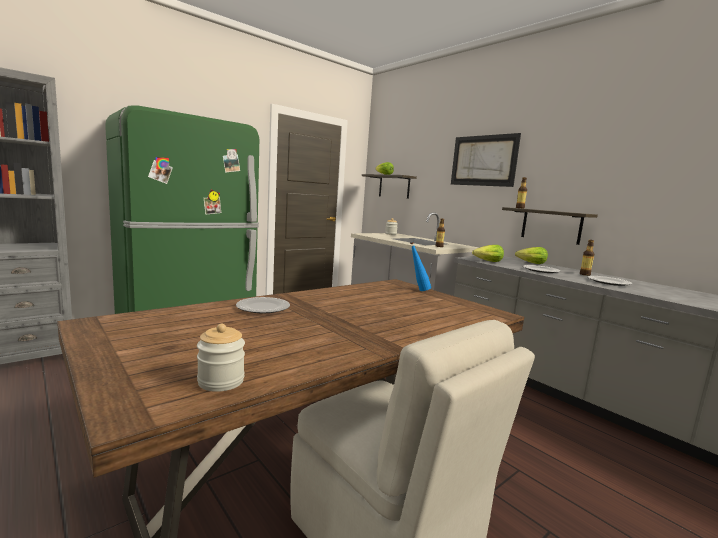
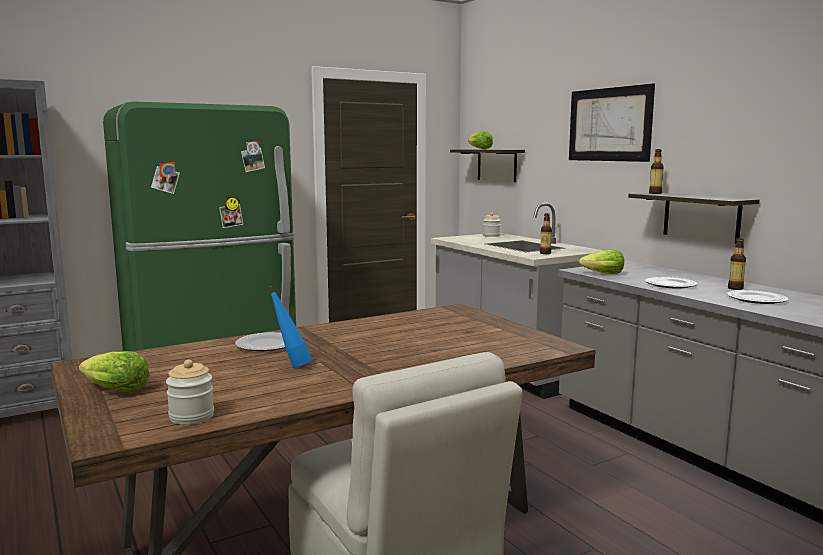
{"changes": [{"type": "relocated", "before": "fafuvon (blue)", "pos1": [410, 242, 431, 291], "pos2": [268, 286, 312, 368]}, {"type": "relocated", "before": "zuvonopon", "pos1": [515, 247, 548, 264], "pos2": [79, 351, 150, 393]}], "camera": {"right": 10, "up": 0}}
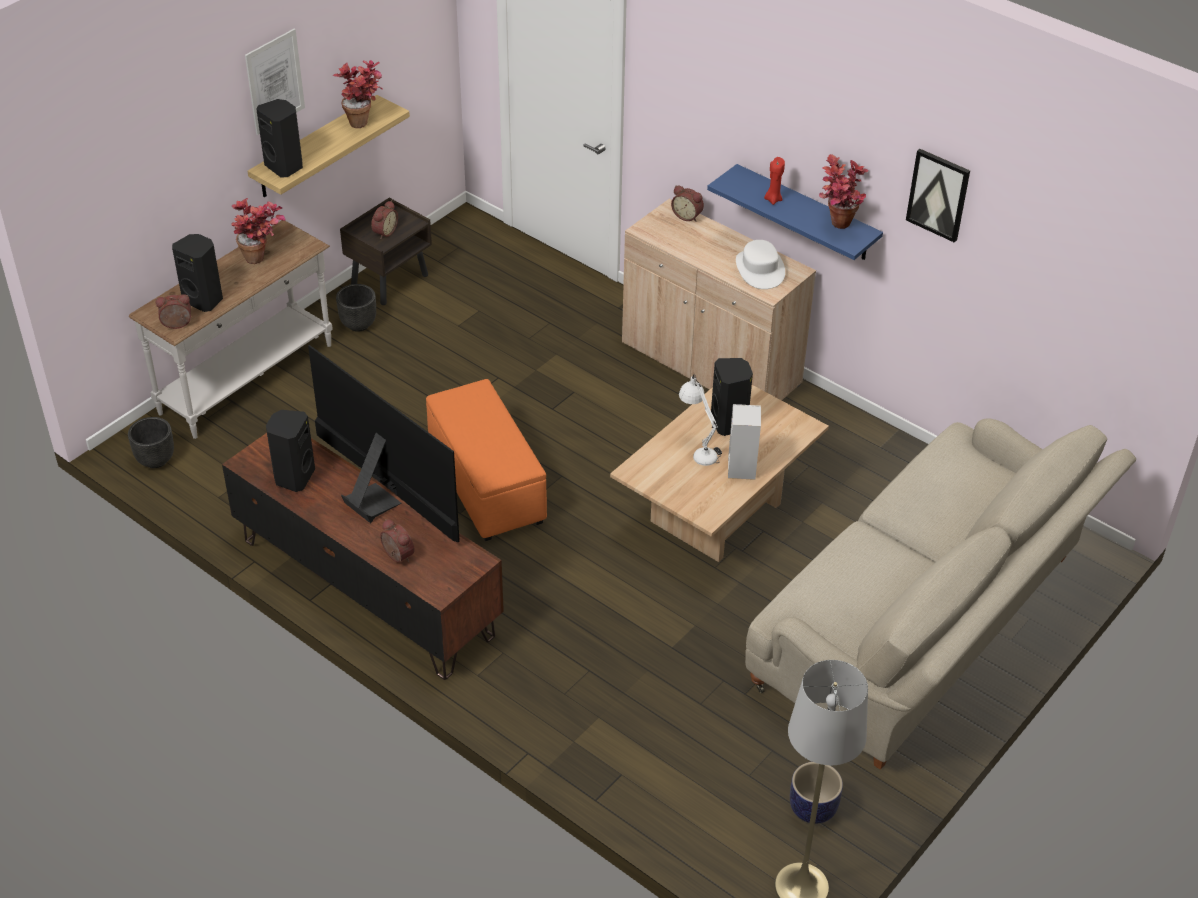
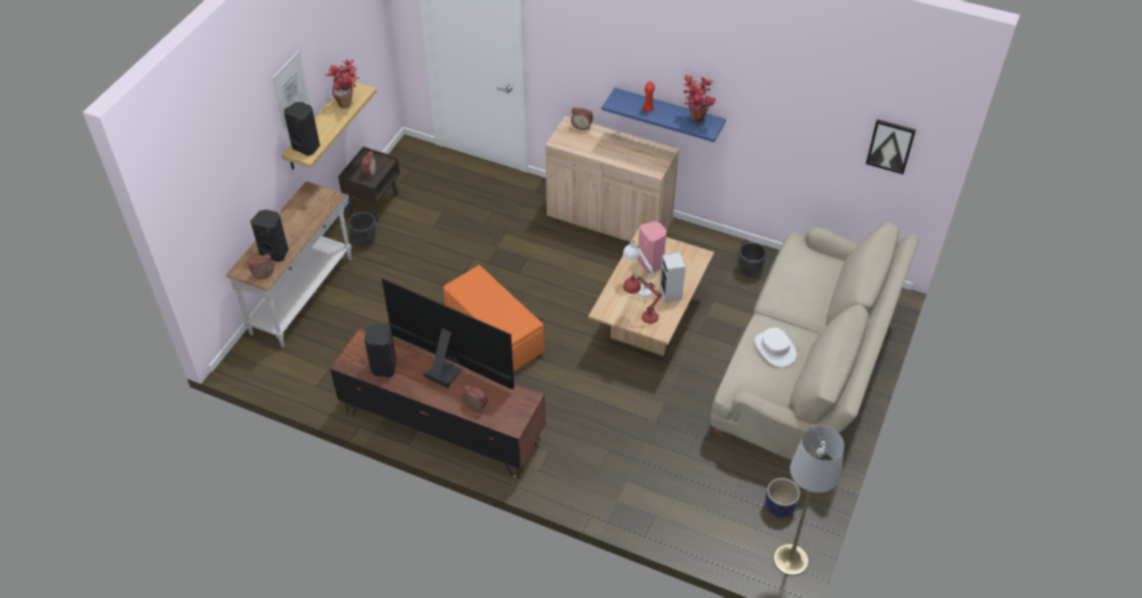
{"changes": [{"type": "missing", "before": "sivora", "pos1": [231, 198, 285, 264]}, {"type": "appeared", "after": "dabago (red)", "pos2": [623, 273, 662, 324]}, {"type": "relocated", "before": "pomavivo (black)", "pos1": [128, 417, 174, 468], "pos2": [738, 242, 767, 275]}, {"type": "relocated", "before": "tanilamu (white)", "pos1": [736, 240, 785, 289], "pos2": [755, 327, 796, 367]}, {"type": "relocated", "before": "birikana", "pos1": [906, 149, 970, 243], "pos2": [866, 119, 916, 174]}, {"type": "colour", "before": "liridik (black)", "after": "liridik (pink)", "pos1": [711, 358, 753, 436], "pos2": [638, 221, 667, 273]}], "camera": {"right": -15, "up": 5}}
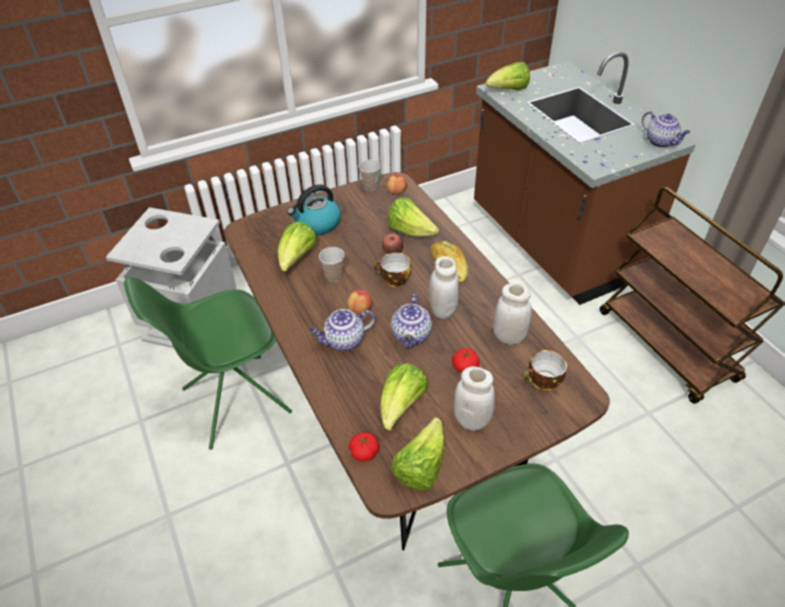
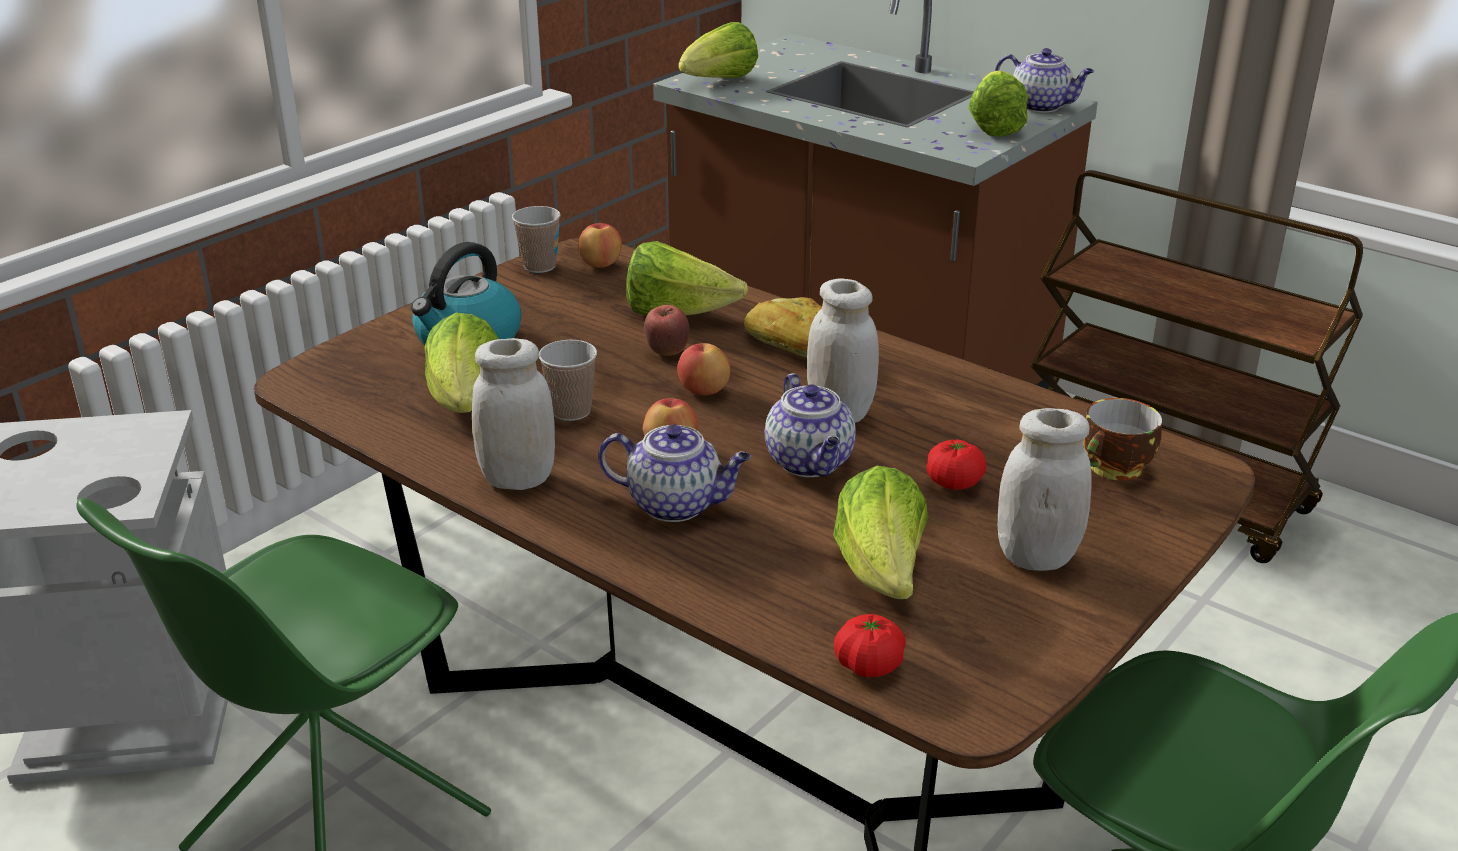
{"changes": [{"type": "relocated", "before": "zuvonopon", "pos1": [391, 417, 445, 490], "pos2": [968, 70, 1028, 137]}, {"type": "relocated", "before": "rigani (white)", "pos1": [493, 283, 532, 345], "pos2": [472, 338, 555, 490]}, {"type": "exchanged", "before": "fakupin", "after": "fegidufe", "pos1": [374, 252, 411, 288], "pos2": [677, 342, 730, 395]}, {"type": "spun", "before": "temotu", "pos1": [310, 309, 375, 351], "pos2": [598, 424, 751, 522], "turn": -120}], "camera": {"right": -25, "up": -15}}
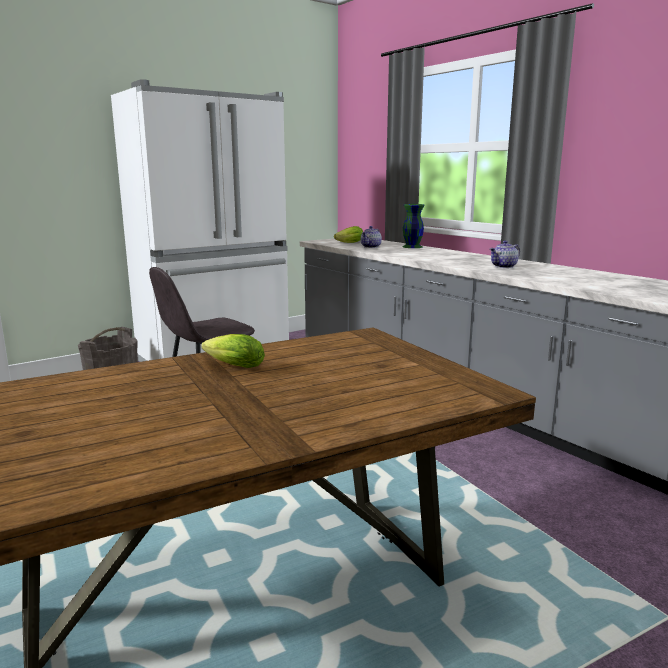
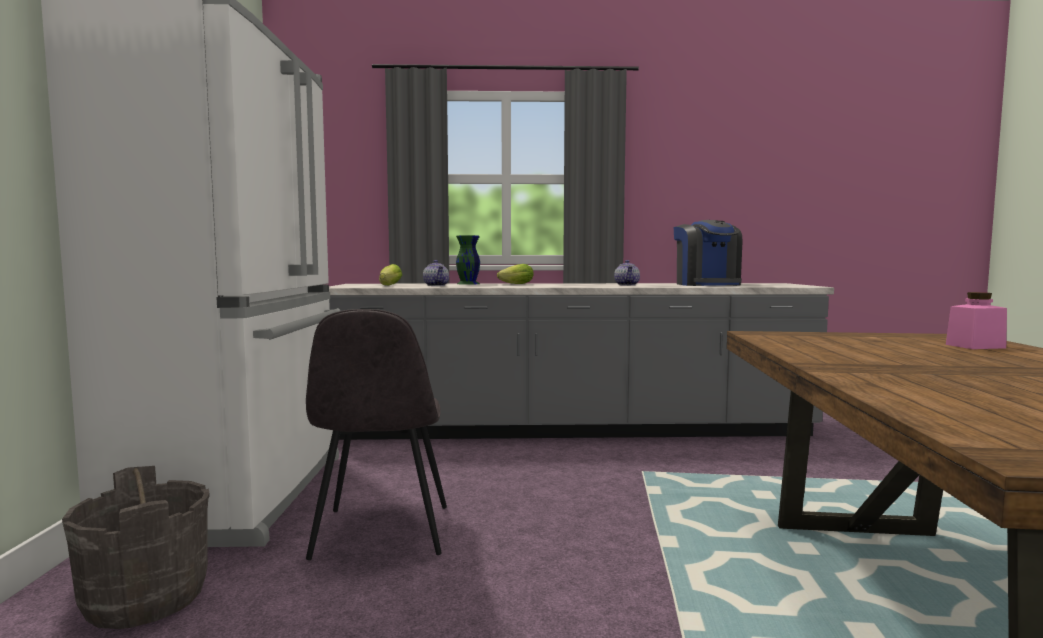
{"changes": [{"type": "appeared", "after": "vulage", "pos2": [674, 220, 742, 286]}, {"type": "appeared", "after": "rigani (pink)", "pos2": [946, 292, 1007, 349]}, {"type": "relocated", "before": "zuvonopon", "pos1": [201, 334, 265, 368], "pos2": [497, 264, 533, 284]}], "camera": {"right": -55, "up": -10}}
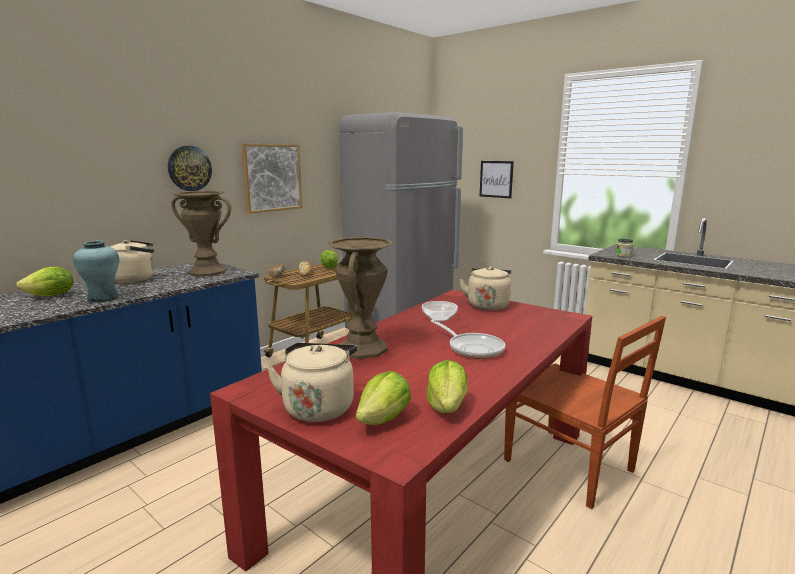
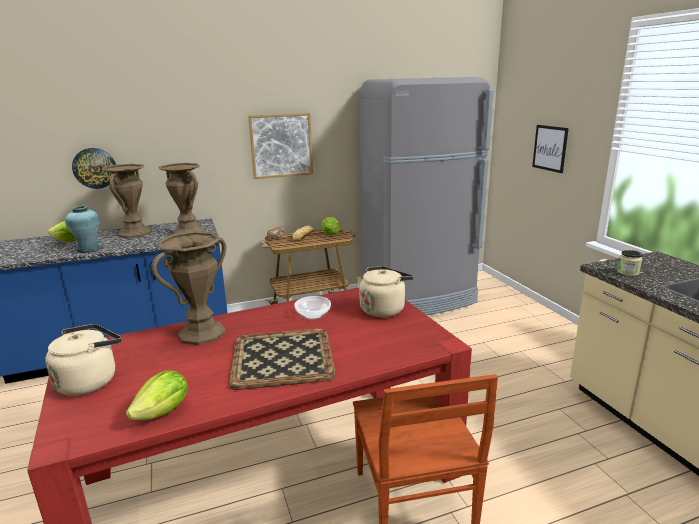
{"changes": [{"type": "missing", "before": "zuvonopon", "pos1": [356, 371, 411, 425]}, {"type": "relocated", "before": "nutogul", "pos1": [168, 146, 212, 191], "pos2": [72, 148, 116, 189]}, {"type": "exchanged", "before": "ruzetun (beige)", "after": "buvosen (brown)", "pos1": [110, 240, 154, 283], "pos2": [102, 164, 151, 238]}, {"type": "exchanged", "before": "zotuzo", "after": "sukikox", "pos1": [431, 320, 505, 359], "pos2": [229, 329, 336, 390]}], "camera": {"right": 30, "up": 5}}
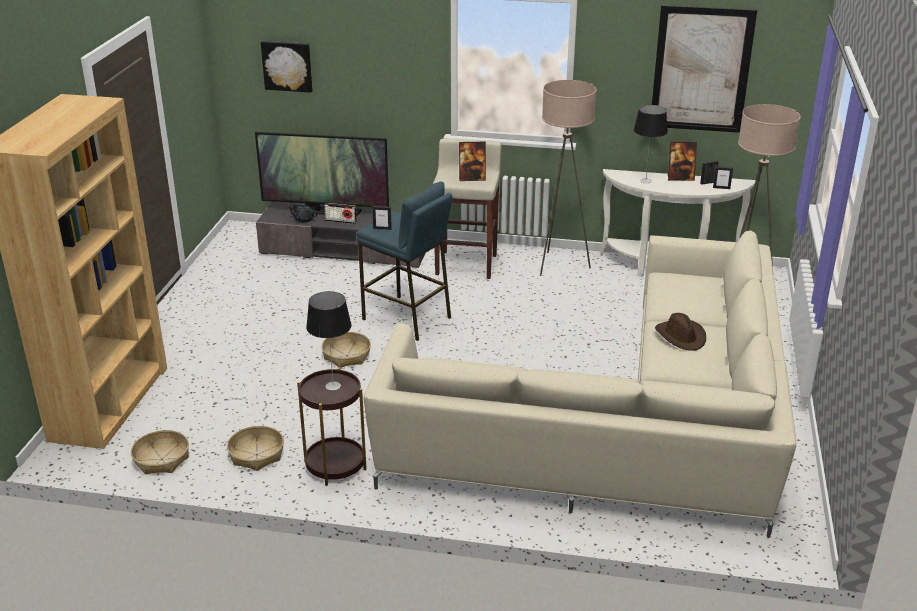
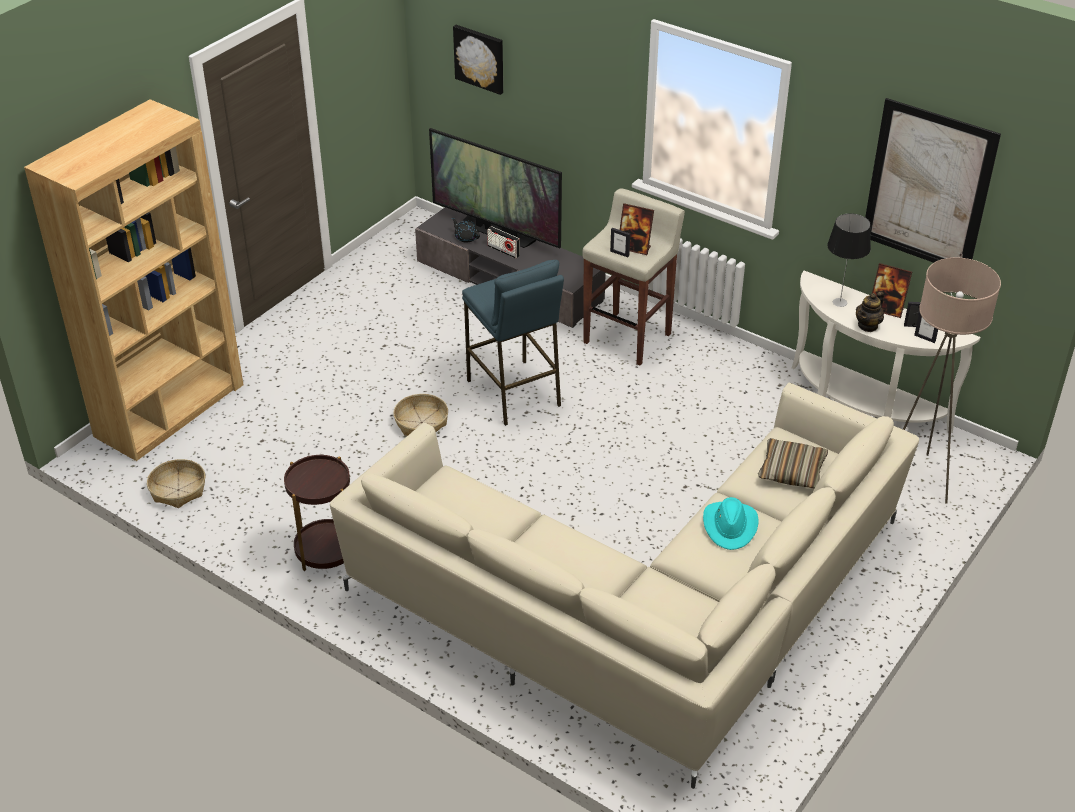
{"changes": [{"type": "missing", "before": "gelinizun", "pos1": [227, 426, 284, 471]}, {"type": "missing", "before": "dabago", "pos1": [306, 291, 351, 390]}, {"type": "missing", "before": "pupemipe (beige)", "pos1": [540, 80, 597, 276]}, {"type": "appeared", "after": "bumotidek", "pos2": [758, 438, 828, 488]}, {"type": "appeared", "after": "temotu", "pos2": [856, 291, 884, 332]}, {"type": "relocated", "before": "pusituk", "pos1": [372, 206, 392, 230], "pos2": [610, 228, 630, 257]}, {"type": "colour", "before": "tanilamu (brown)", "after": "tanilamu (turquoise)", "pos1": [655, 313, 706, 351], "pos2": [703, 497, 759, 550]}], "camera": {"right": 25, "up": 10}}
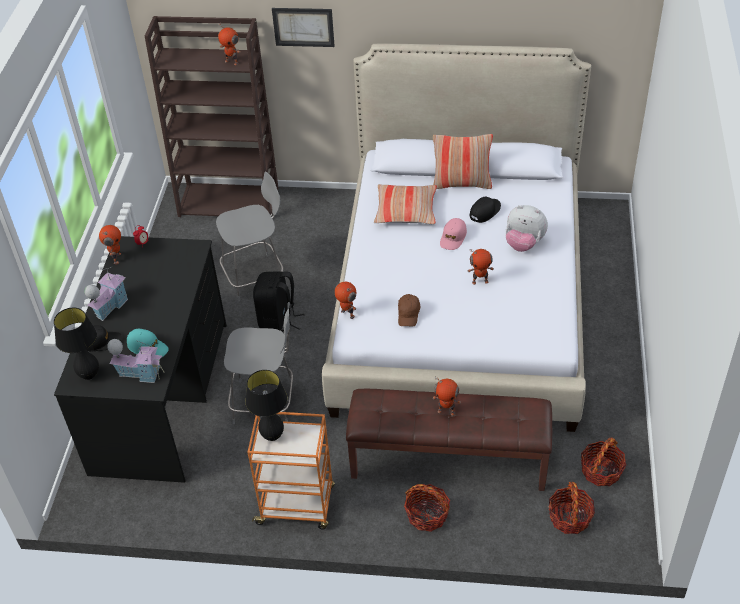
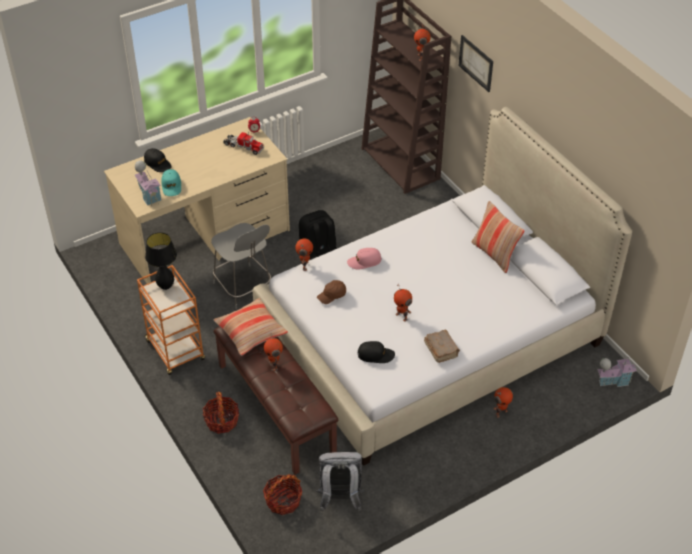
{"changes": [{"type": "missing", "before": "dabago (black)", "pos1": [54, 308, 99, 380]}, {"type": "missing", "before": "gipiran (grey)", "pos1": [216, 171, 283, 301]}, {"type": "missing", "before": "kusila", "pos1": [506, 205, 548, 252]}, {"type": "appeared", "after": "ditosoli", "pos2": [223, 132, 264, 155]}, {"type": "appeared", "after": "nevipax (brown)", "pos2": [424, 329, 460, 363]}, {"type": "relocated", "before": "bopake", "pos1": [84, 267, 128, 321], "pos2": [597, 356, 637, 387]}, {"type": "relocated", "before": "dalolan", "pos1": [99, 225, 121, 264], "pos2": [494, 387, 513, 418]}, {"type": "relocated", "before": "bumotidek", "pos1": [374, 184, 437, 225], "pos2": [214, 298, 288, 356]}, {"type": "relocated", "before": "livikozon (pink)", "pos1": [440, 218, 467, 250], "pos2": [347, 248, 382, 269]}, {"type": "relocated", "before": "livikozon (black)", "pos1": [470, 197, 501, 223], "pos2": [358, 341, 395, 363]}, {"type": "exchanged", "before": "gelinizun", "after": "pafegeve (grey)", "pos1": [581, 438, 626, 486], "pos2": [316, 452, 365, 511]}, {"type": "colour", "before": "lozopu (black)", "after": "lozopu (beige)", "pos1": [54, 236, 227, 483], "pos2": [104, 117, 290, 284]}], "camera": {"right": 50, "up": 0}}
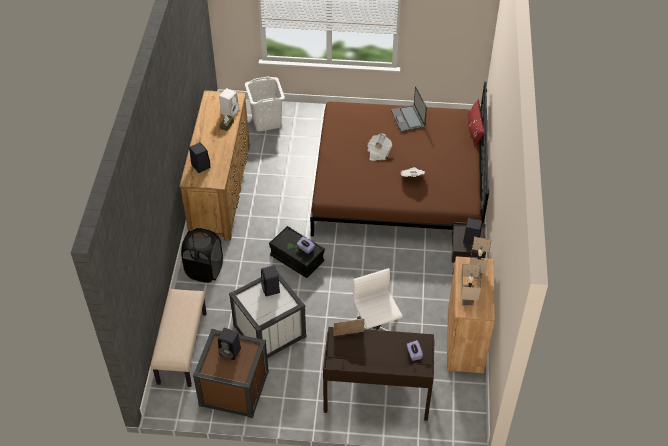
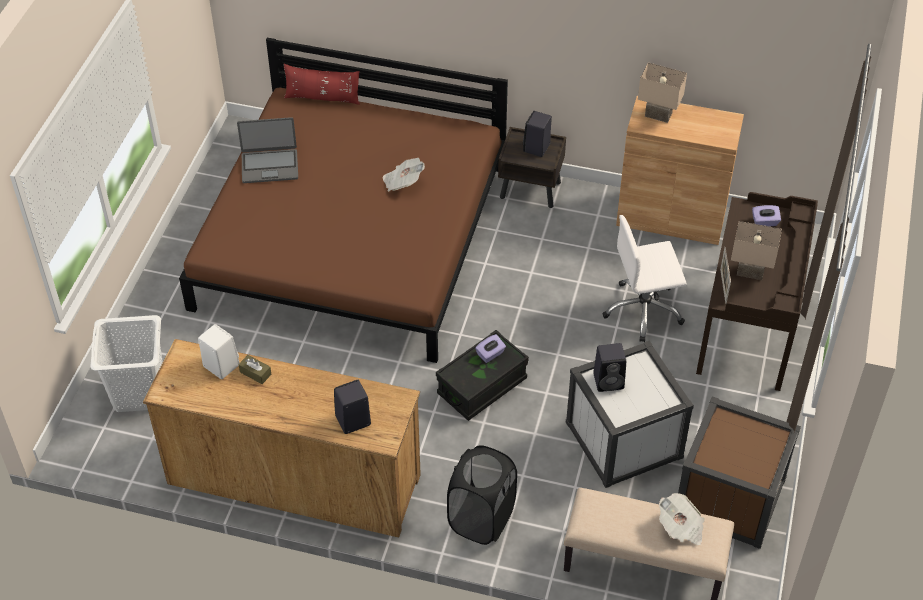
{"changes": [{"type": "missing", "before": "liridik (black)", "pos1": [218, 328, 241, 360]}, {"type": "relocated", "before": "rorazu", "pos1": [367, 133, 392, 161], "pos2": [659, 493, 705, 545]}, {"type": "relocated", "before": "dabago (beige)", "pos1": [461, 264, 481, 306], "pos2": [731, 221, 782, 280]}], "camera": {"right": -80, "up": 0}}
